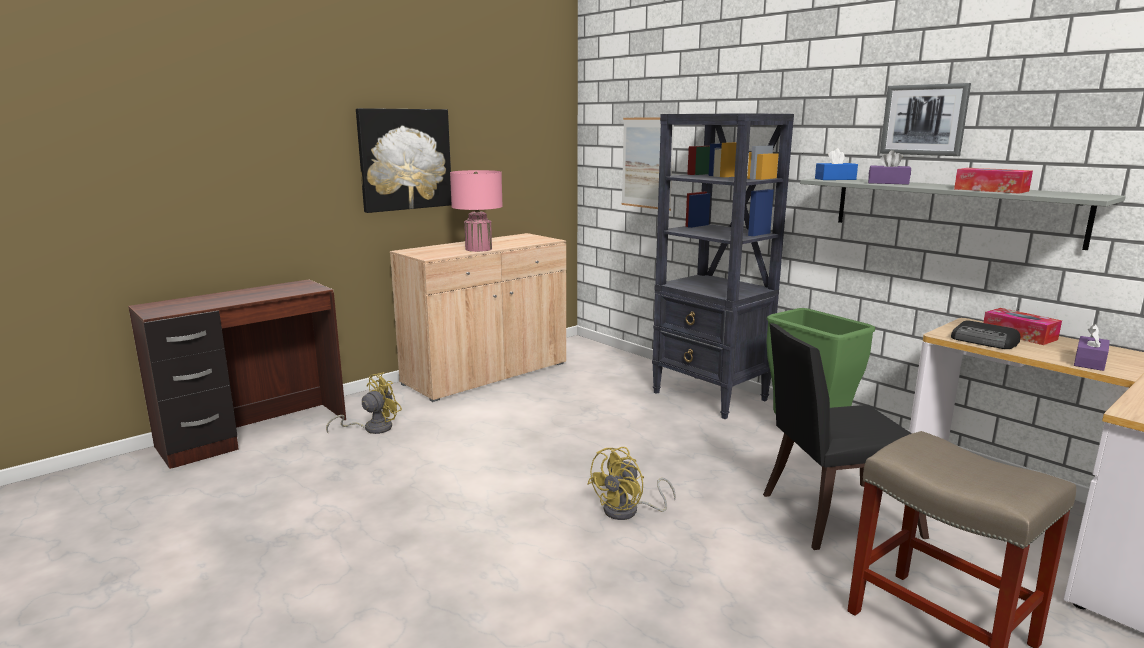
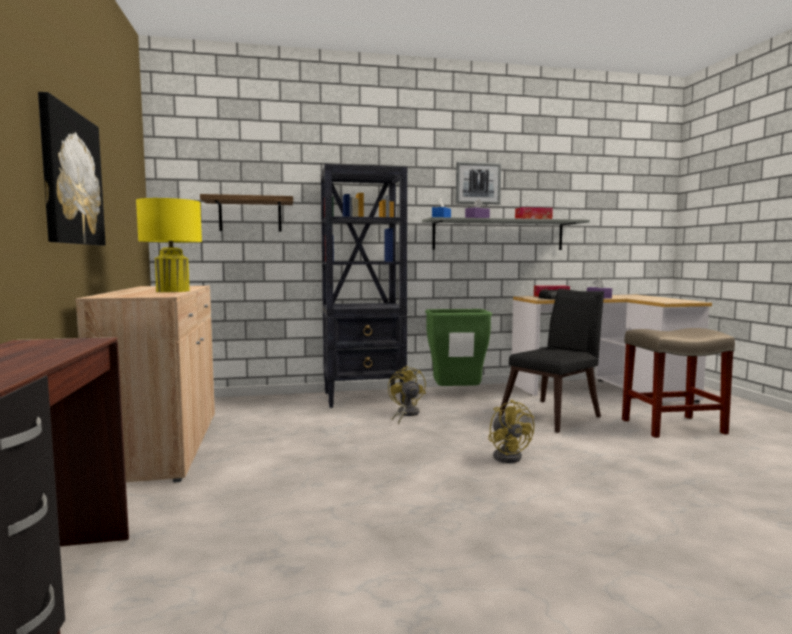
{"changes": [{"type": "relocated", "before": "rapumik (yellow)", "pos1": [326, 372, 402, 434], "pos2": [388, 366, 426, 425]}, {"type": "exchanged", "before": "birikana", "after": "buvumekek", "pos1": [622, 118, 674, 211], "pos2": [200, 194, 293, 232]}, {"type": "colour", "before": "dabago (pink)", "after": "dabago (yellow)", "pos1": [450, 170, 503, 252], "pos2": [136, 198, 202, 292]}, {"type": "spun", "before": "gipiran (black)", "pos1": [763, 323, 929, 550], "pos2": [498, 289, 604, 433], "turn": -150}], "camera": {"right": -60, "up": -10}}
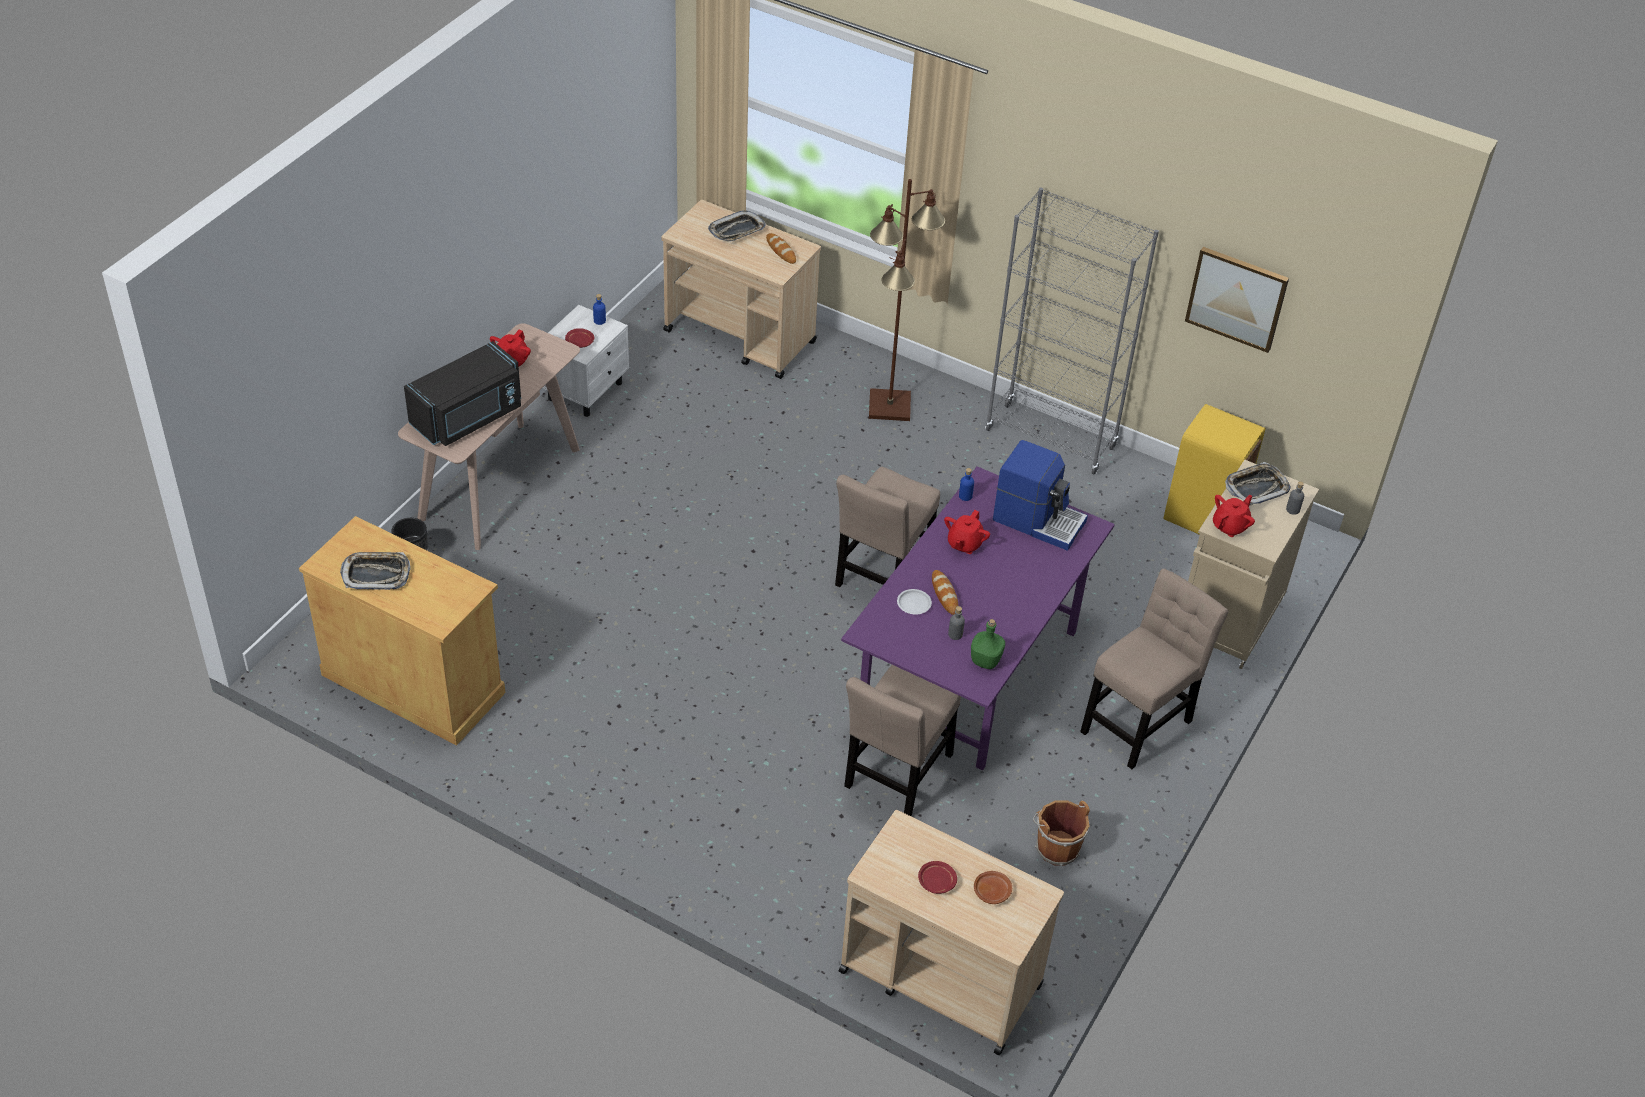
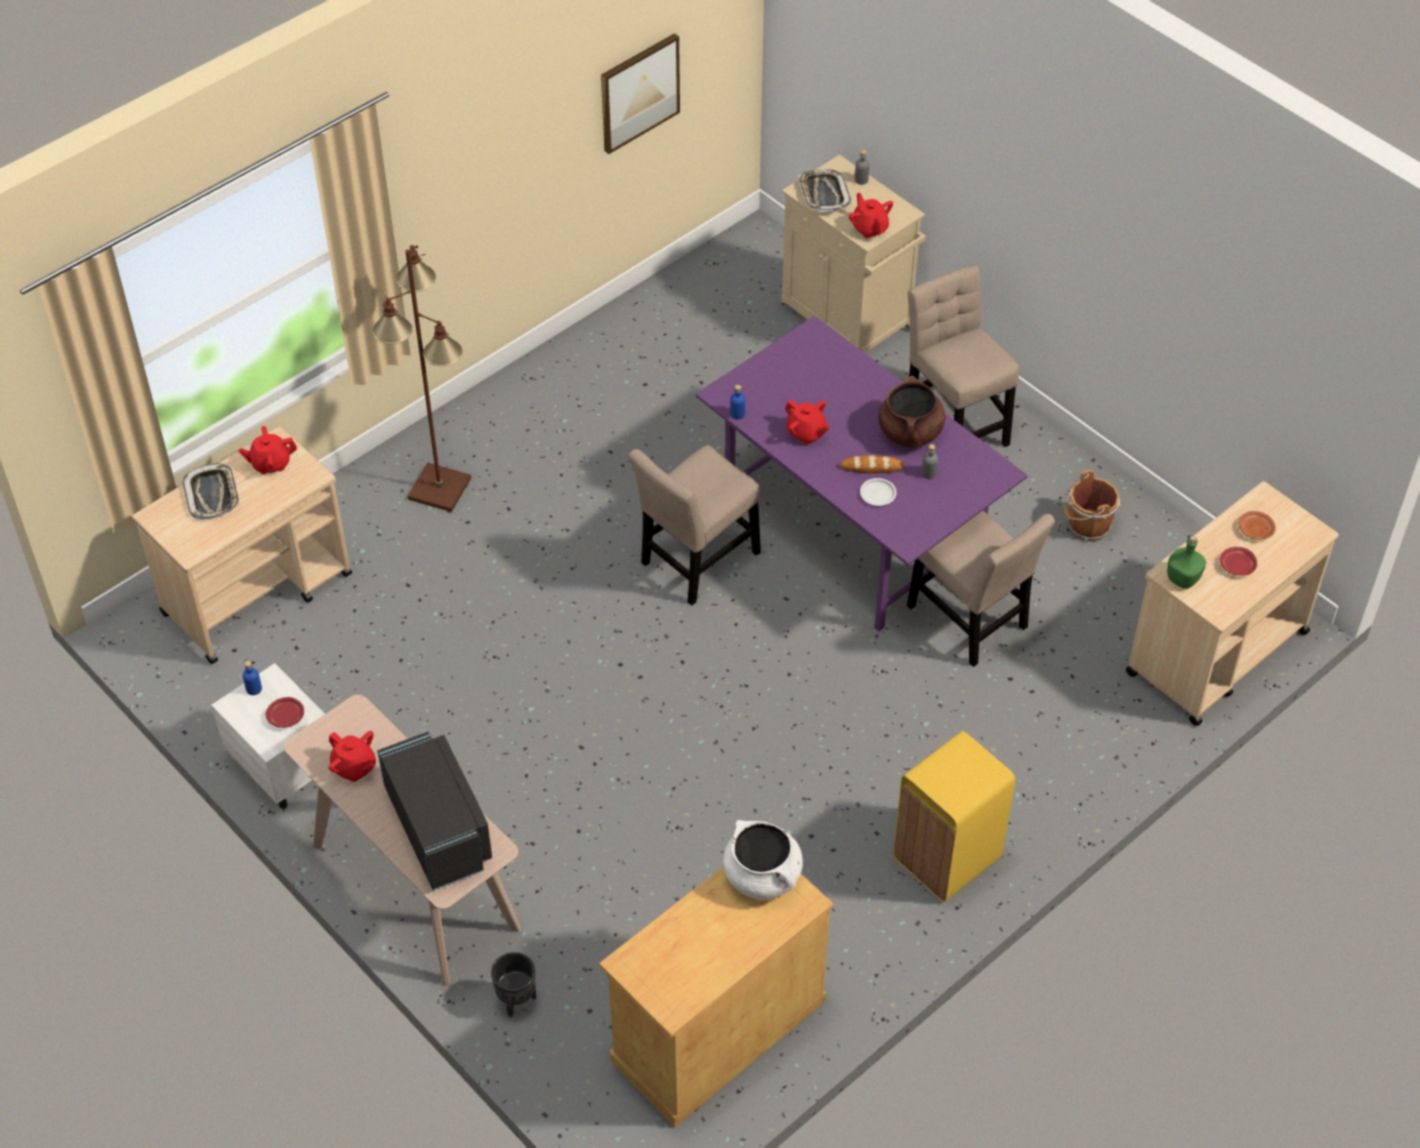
{"changes": [{"type": "missing", "before": "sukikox", "pos1": [340, 552, 411, 590]}, {"type": "missing", "before": "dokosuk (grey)", "pos1": [985, 188, 1159, 475]}, {"type": "missing", "before": "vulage", "pos1": [993, 440, 1088, 551]}, {"type": "appeared", "after": "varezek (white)", "pos2": [723, 820, 803, 900]}, {"type": "appeared", "after": "varezek (brown)", "pos2": [878, 376, 945, 448]}, {"type": "relocated", "before": "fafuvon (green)", "pos1": [971, 619, 1005, 669], "pos2": [1167, 536, 1206, 589]}, {"type": "relocated", "before": "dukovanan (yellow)", "pos1": [1163, 404, 1265, 535], "pos2": [893, 731, 1015, 902]}, {"type": "exchanged", "before": "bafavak", "after": "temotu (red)", "pos1": [766, 233, 796, 264], "pos2": [238, 426, 297, 474]}, {"type": "spun", "before": "gipiran (beige)", "pos1": [835, 467, 940, 587], "pos2": [628, 445, 761, 605], "turn": 90}], "camera": {"right": -70, "up": 5}}
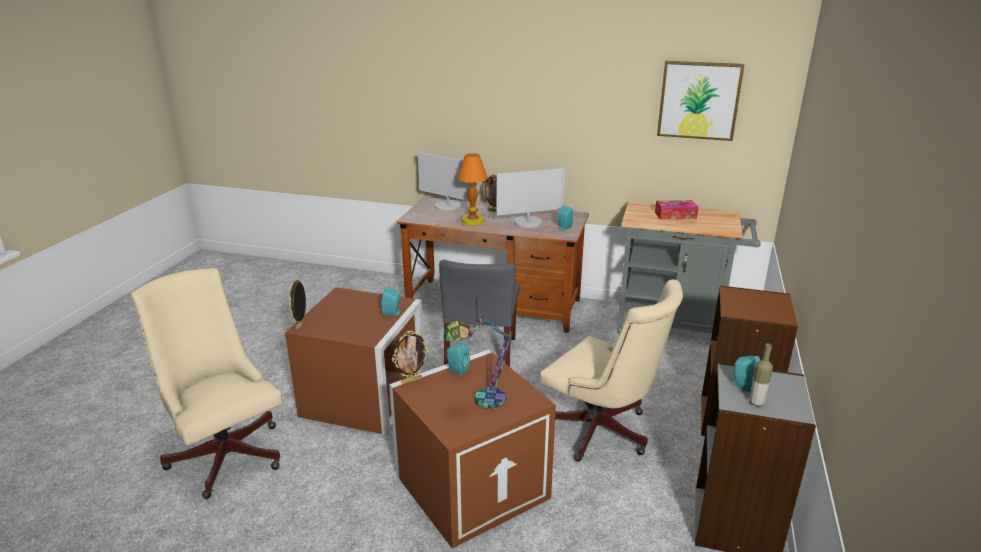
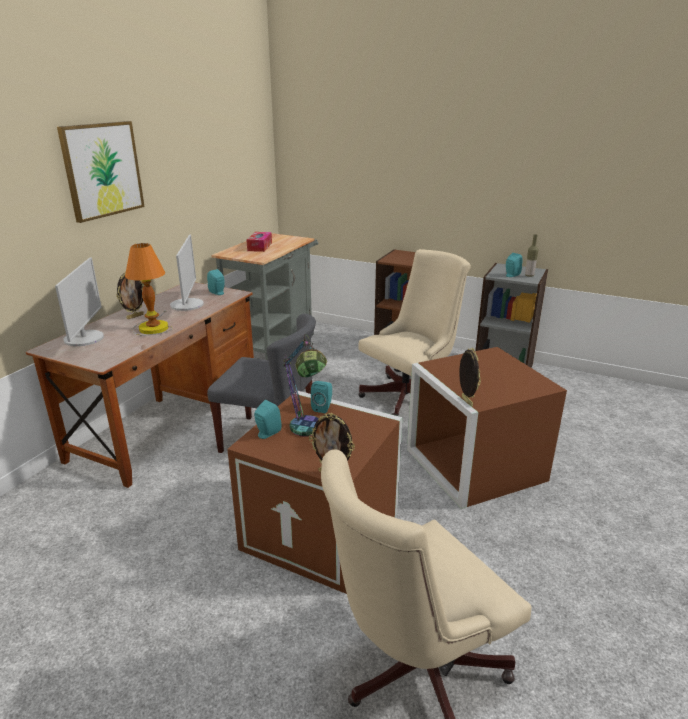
{"changes": [{"type": "relocated", "before": "dabago", "pos1": [444, 312, 514, 409], "pos2": [283, 334, 327, 437]}, {"type": "relocated", "before": "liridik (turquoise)", "pos1": [446, 343, 470, 375], "pos2": [254, 400, 282, 439]}, {"type": "relocated", "before": "birikana", "pos1": [657, 61, 744, 141], "pos2": [57, 121, 145, 223]}, {"type": "spun", "before": "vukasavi", "pos1": [418, 152, 470, 211], "pos2": [55, 257, 104, 346], "turn": -45}], "camera": {"right": -80, "up": 0}}
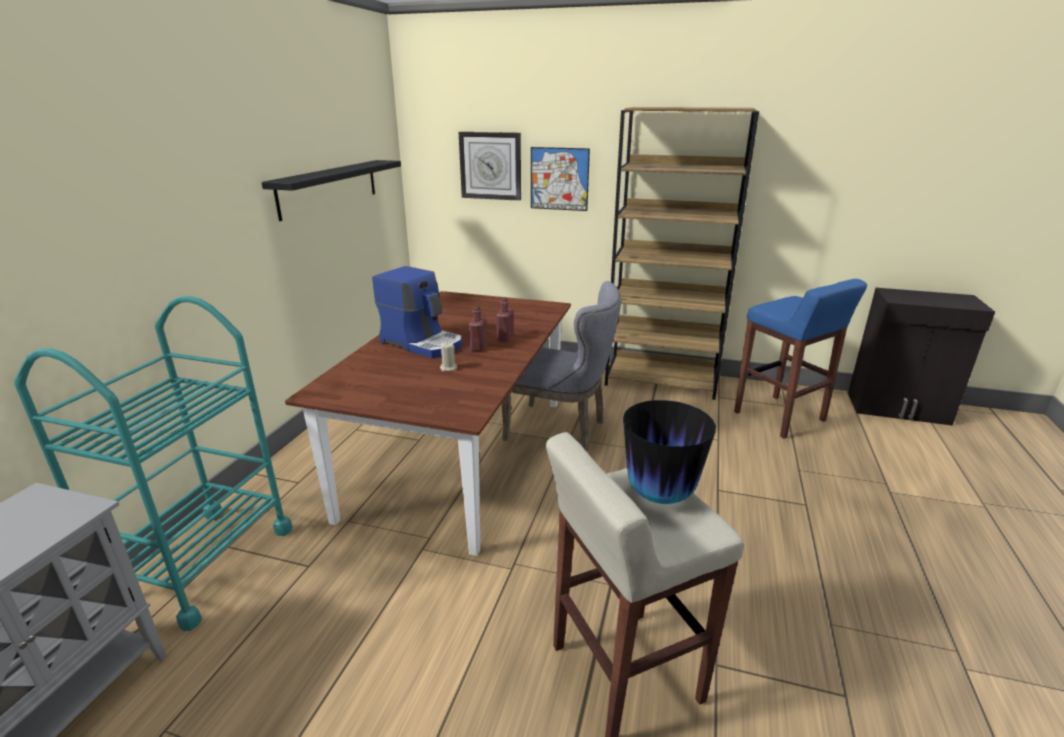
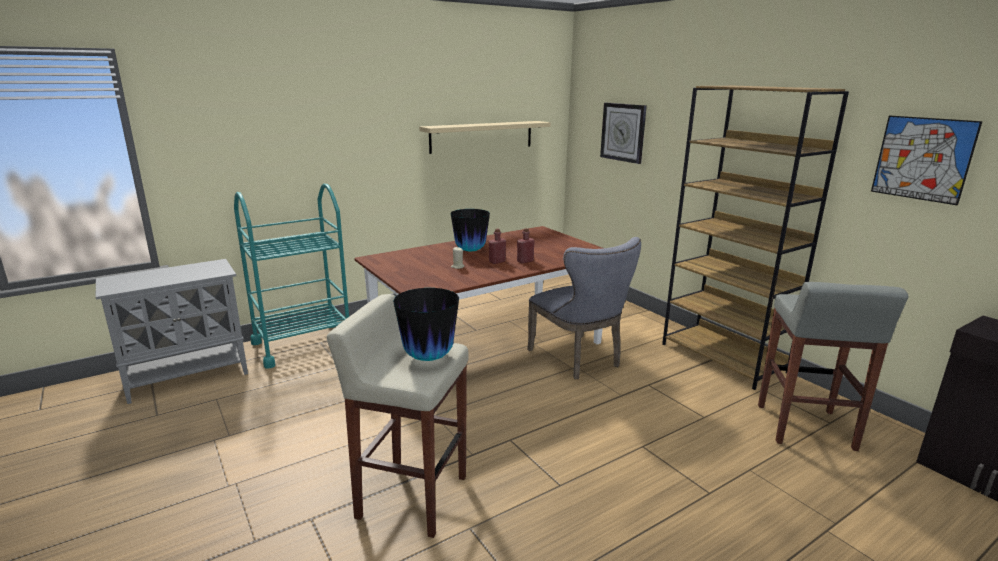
{"changes": [{"type": "relocated", "before": "birikana", "pos1": [531, 147, 590, 211], "pos2": [871, 116, 983, 205]}, {"type": "exchanged", "before": "vulage", "after": "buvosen", "pos1": [372, 266, 462, 358], "pos2": [451, 209, 490, 252]}, {"type": "colour", "before": "buvumekek (black)", "after": "buvumekek (beige)", "pos1": [261, 160, 401, 221], "pos2": [419, 121, 551, 154]}, {"type": "colour", "before": "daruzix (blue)", "after": "daruzix (grey)", "pos1": [734, 279, 867, 439], "pos2": [758, 282, 908, 451]}], "camera": {"right": 40, "up": -5}}
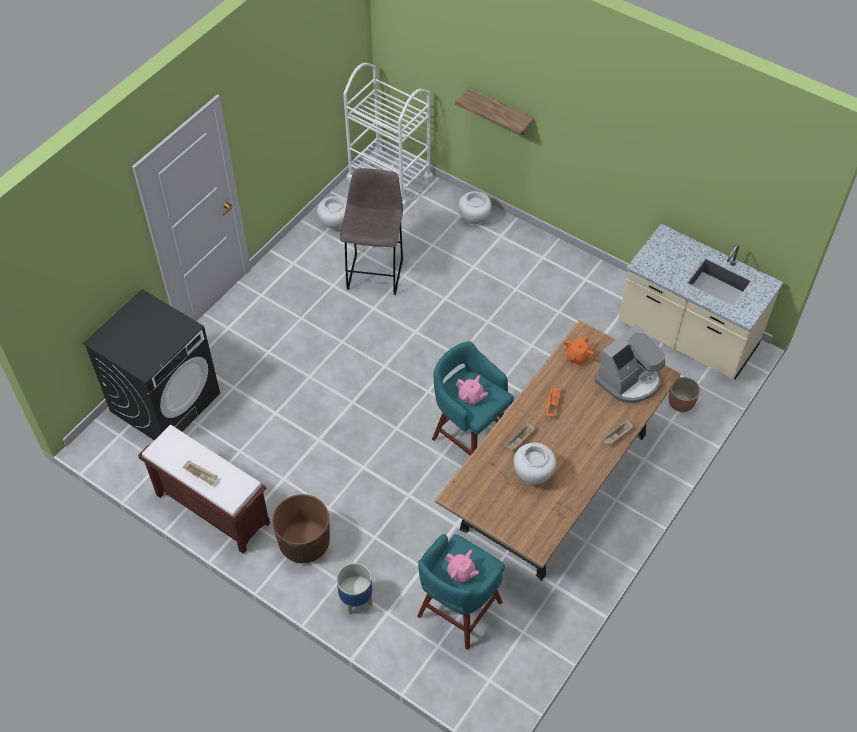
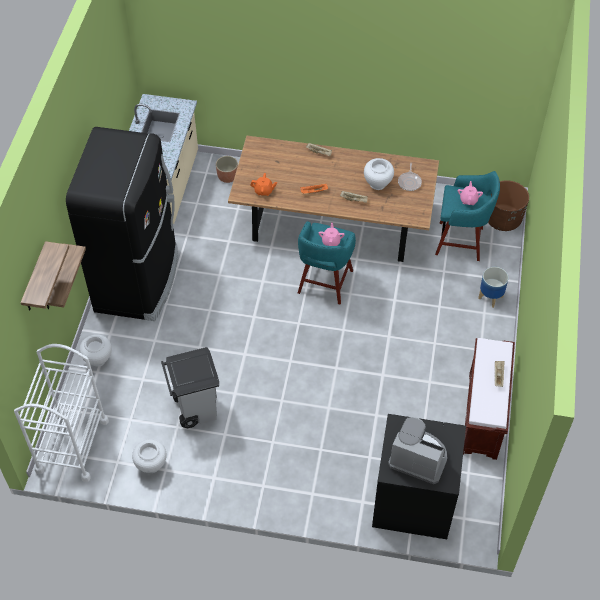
{"changes": [{"type": "appeared", "after": "buvumekek", "pos2": [21, 241, 69, 310]}, {"type": "appeared", "after": "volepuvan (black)", "pos2": [66, 127, 178, 321]}, {"type": "appeared", "after": "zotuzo", "pos2": [398, 163, 422, 191]}, {"type": "relocated", "before": "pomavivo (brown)", "pos1": [272, 494, 330, 563], "pos2": [488, 180, 529, 231]}, {"type": "relocated", "before": "vulage", "pos1": [595, 324, 665, 403], "pos2": [388, 417, 447, 484]}, {"type": "exchanged", "before": "daruzix (grey)", "after": "dukovanan (grey)", "pos1": [340, 168, 403, 295], "pos2": [161, 347, 219, 428]}], "camera": {"right": -115, "up": 0}}
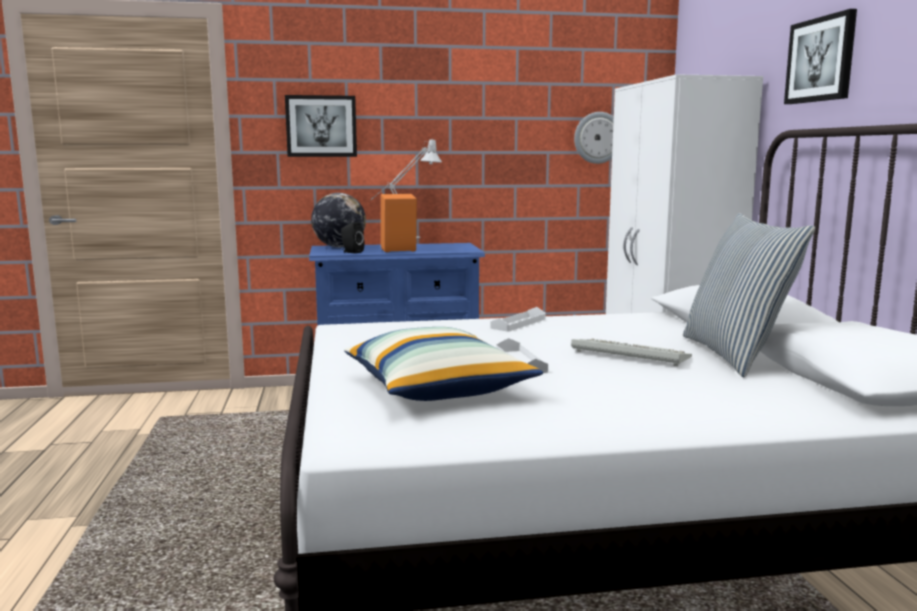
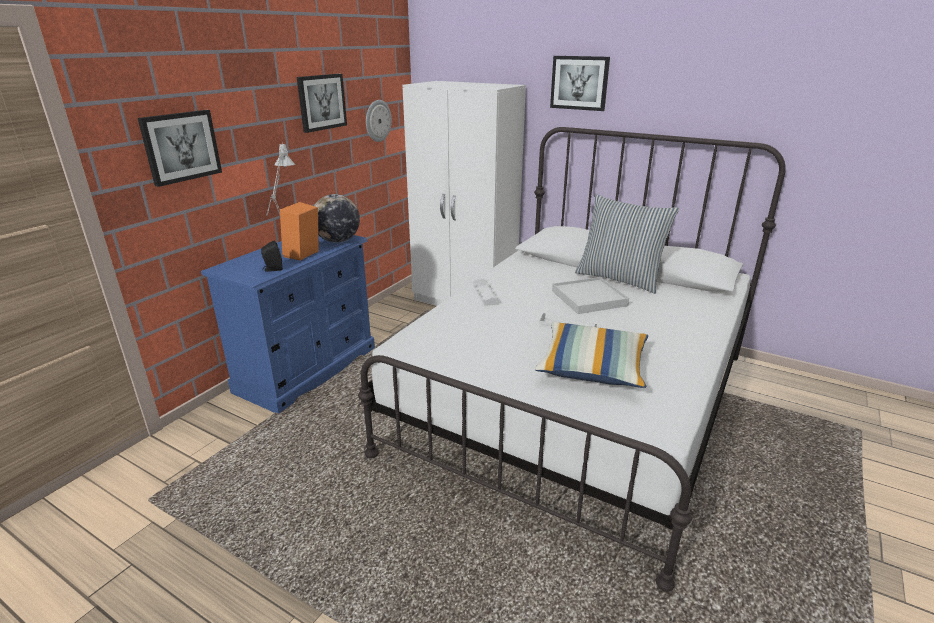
{"changes": [{"type": "appeared", "after": "birikana", "pos2": [297, 74, 347, 133]}, {"type": "relocated", "before": "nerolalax", "pos1": [311, 193, 366, 247], "pos2": [314, 194, 360, 243]}, {"type": "exchanged", "before": "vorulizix", "after": "sukikox (white)", "pos1": [571, 338, 692, 366], "pos2": [552, 277, 629, 314]}], "camera": {"right": -50, "up": 15}}
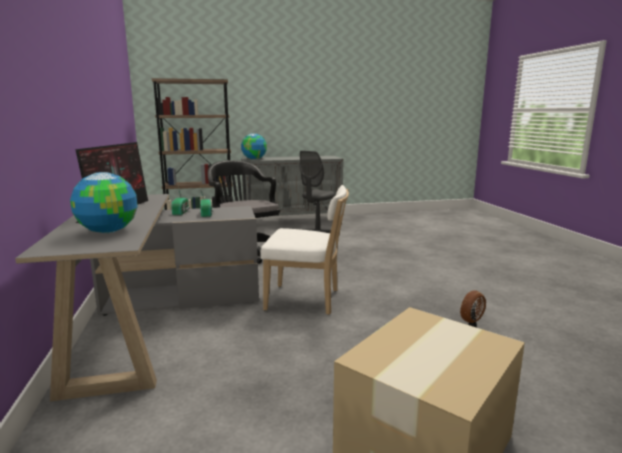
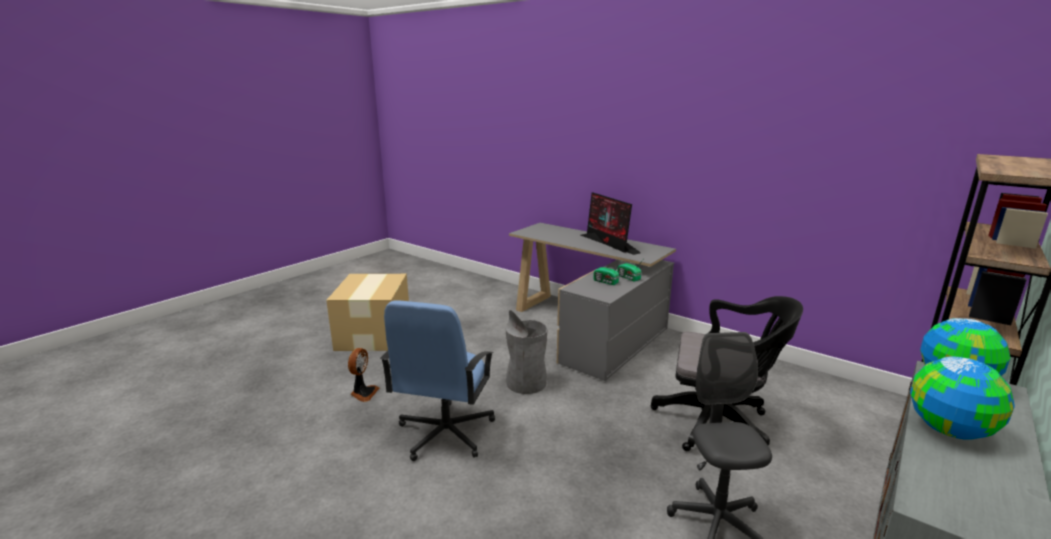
{"changes": [{"type": "appeared", "after": "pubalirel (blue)", "pos2": [380, 301, 495, 461]}, {"type": "relocated", "before": "nerolalax", "pos1": [70, 172, 138, 233], "pos2": [910, 356, 1015, 440]}, {"type": "exchanged", "before": "gipiran (white)", "after": "dukovanan (grey)", "pos1": [260, 185, 349, 315], "pos2": [506, 310, 548, 394]}], "camera": {"right": 140, "up": 5}}
